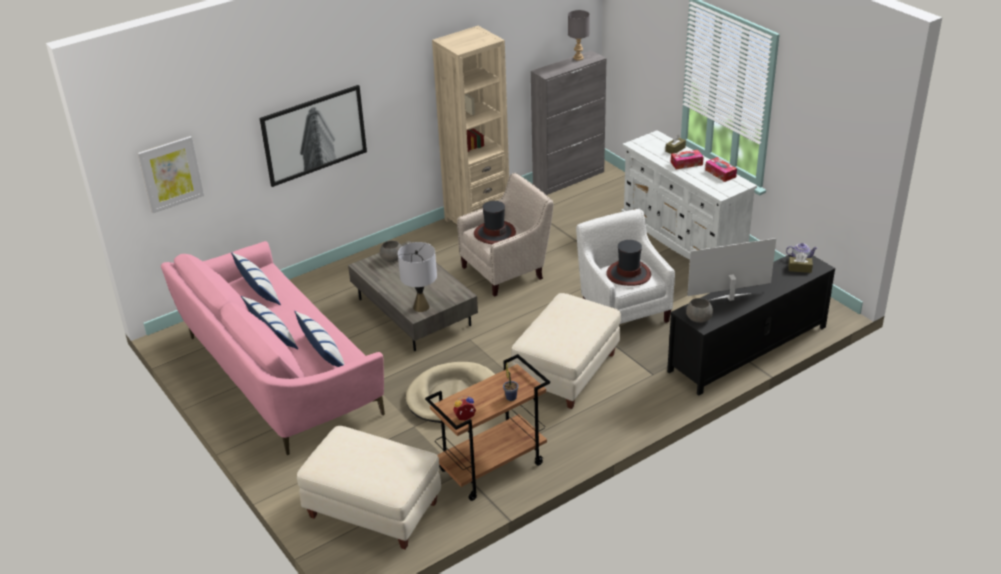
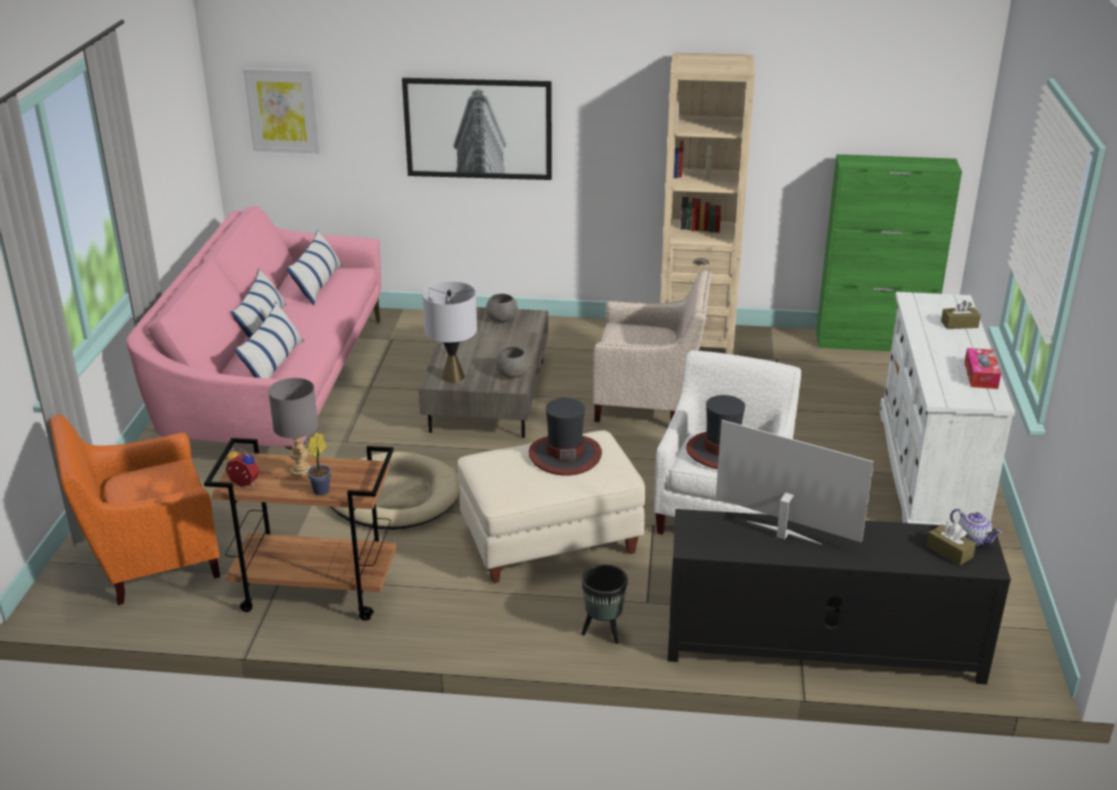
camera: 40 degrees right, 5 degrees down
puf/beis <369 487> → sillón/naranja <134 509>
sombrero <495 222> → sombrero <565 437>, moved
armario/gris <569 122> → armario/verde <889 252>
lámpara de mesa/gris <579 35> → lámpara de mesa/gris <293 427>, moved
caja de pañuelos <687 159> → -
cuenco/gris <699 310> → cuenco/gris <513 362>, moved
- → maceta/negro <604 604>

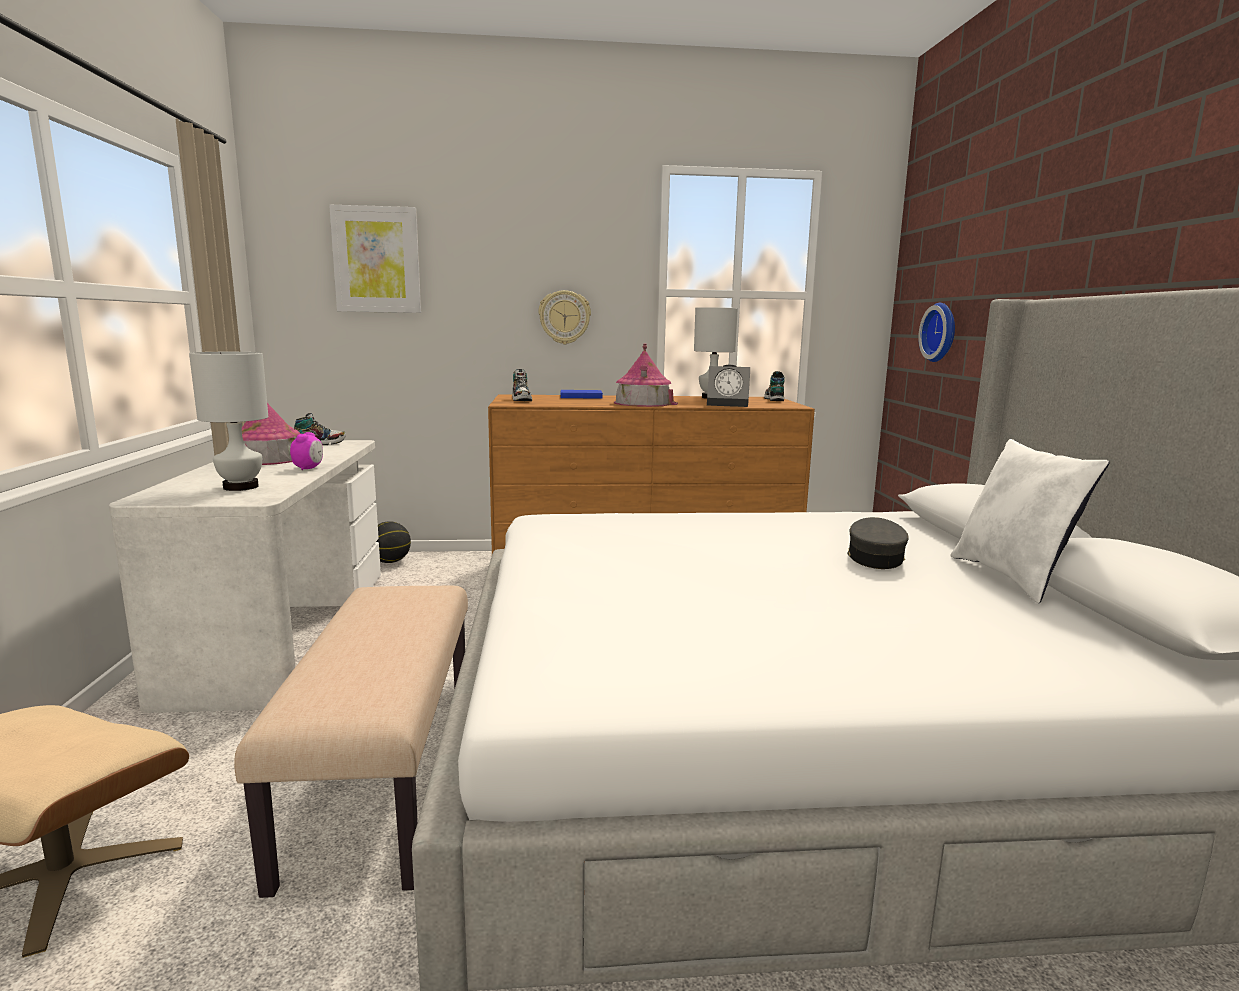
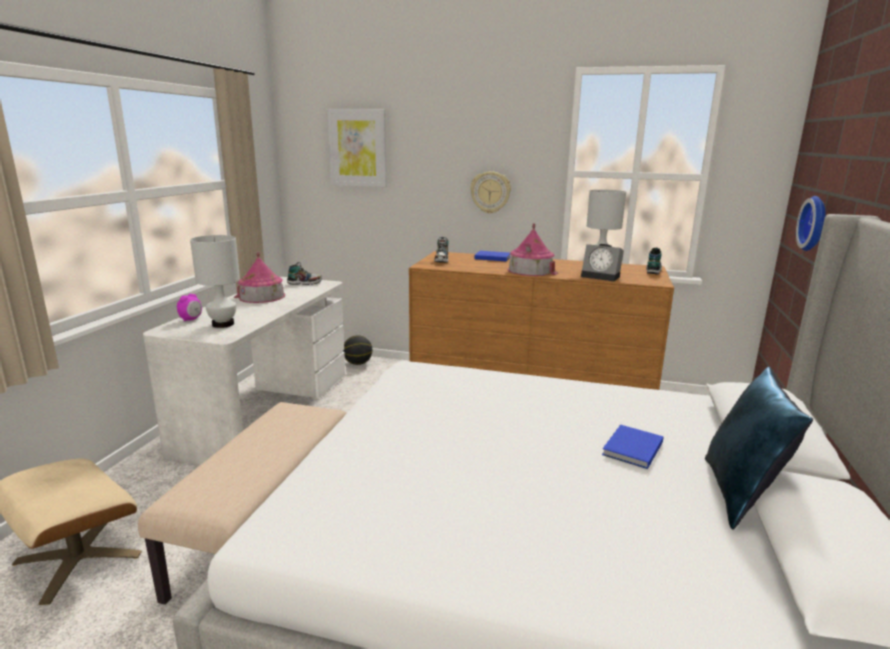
camera: 20 degrees right, 5 degrees up
despertador <306 451> → despertador <189 308>, moved
gorra/gris <878 543> → libro/azul <632 447>
cojín/blanco <1030 521> → cojín/azul <759 448>

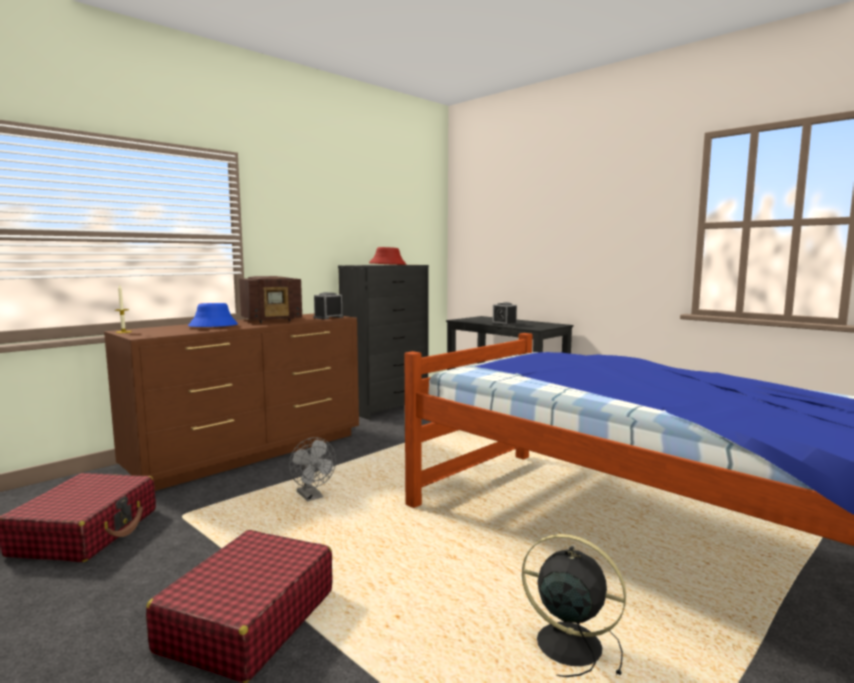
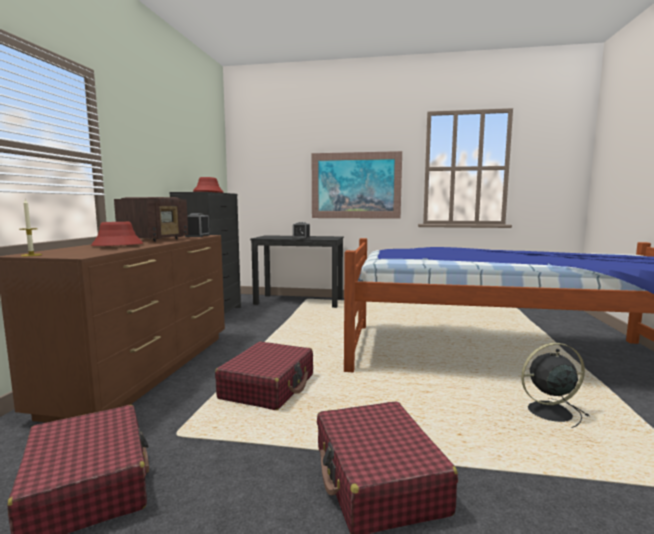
camera: 35 degrees left, 0 degrees up
sombrero/azul <213 315> → sombrero/rojo <117 234>
ventilador/gris <312 469> → maleta/rojo <264 375>
- → cuadro <357 185>

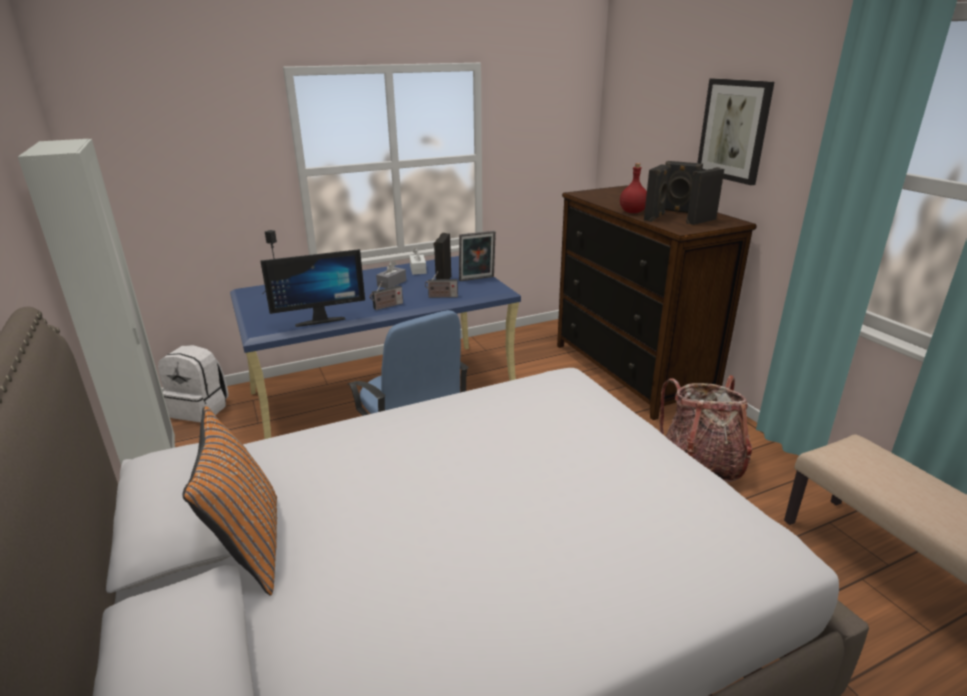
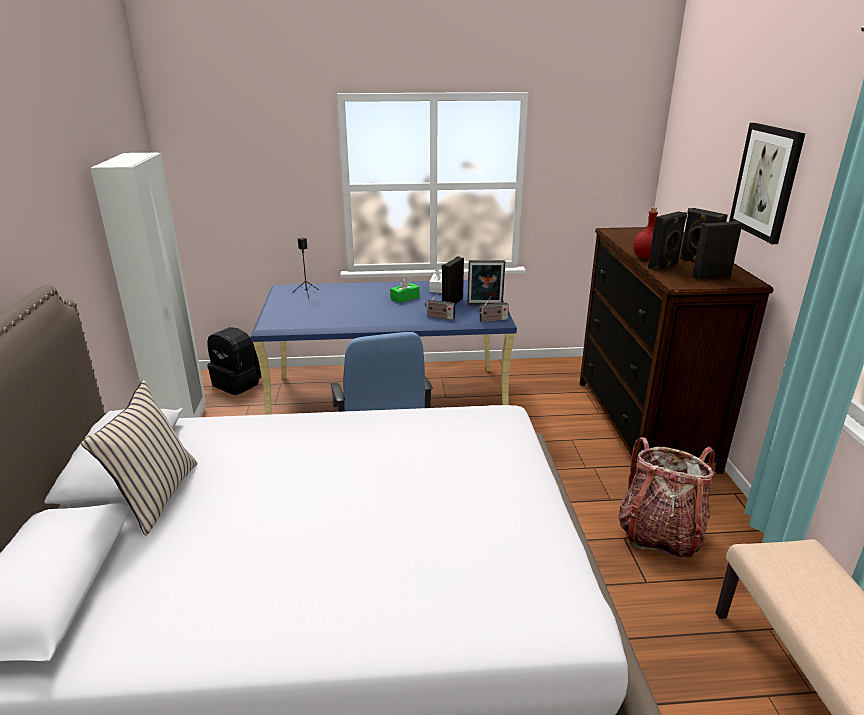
camera: 20 degrees right, 0 degrees up
mochila/blanco <193 383> → mochila/negro <234 361>
cojín/naranja <229 501> → cojín/beis <139 457>
monitor <312 288> → -
radio <386 295> → radio <493 309>, moved
caja de pañuelos/gris <391 274> → caja de pañuelos/verde <405 290>

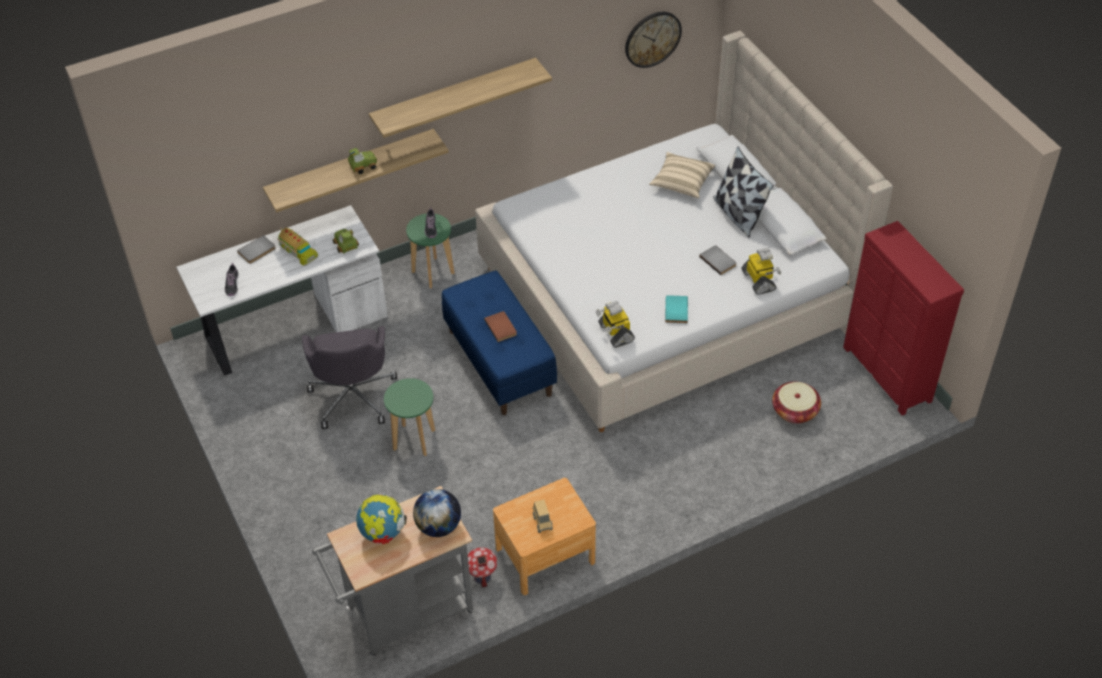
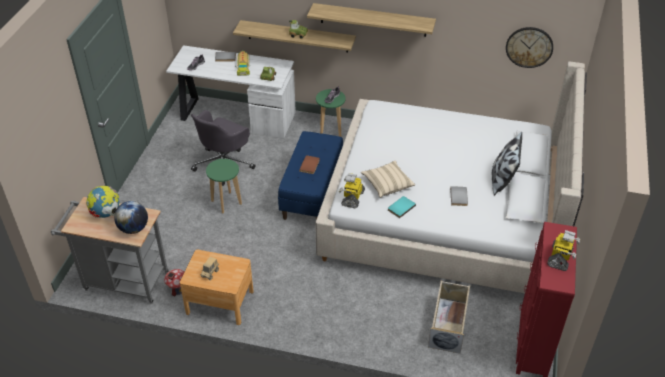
camera: 40 degrees right, 5 degrees down
cojín/beis <682 175> → cojín/beis <388 179>, moved
robot de juguete <761 271> → robot de juguete <563 250>, moved
cesta <796 403> → caja de almacenaje/beis <449 316>

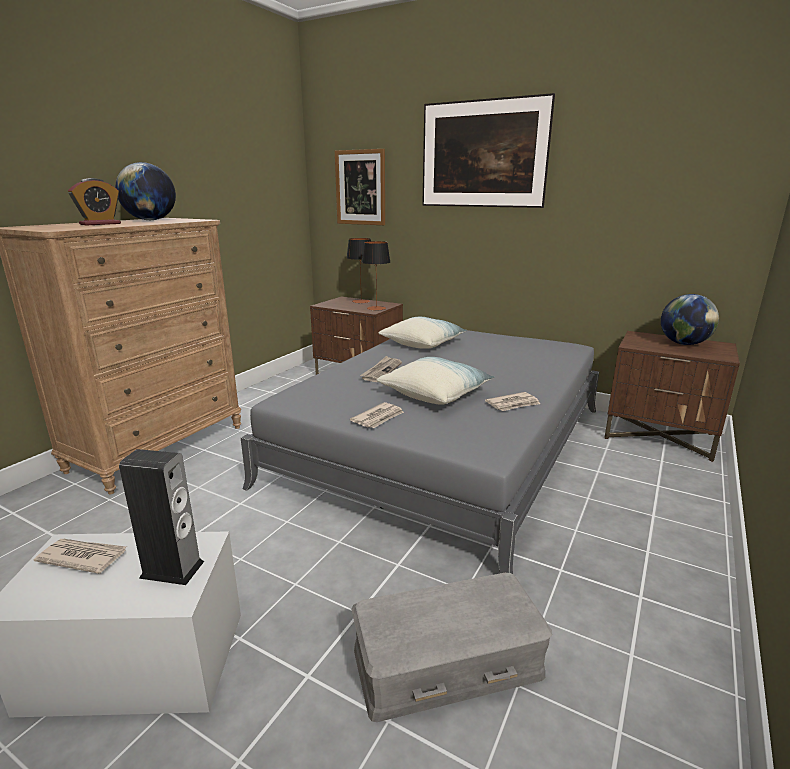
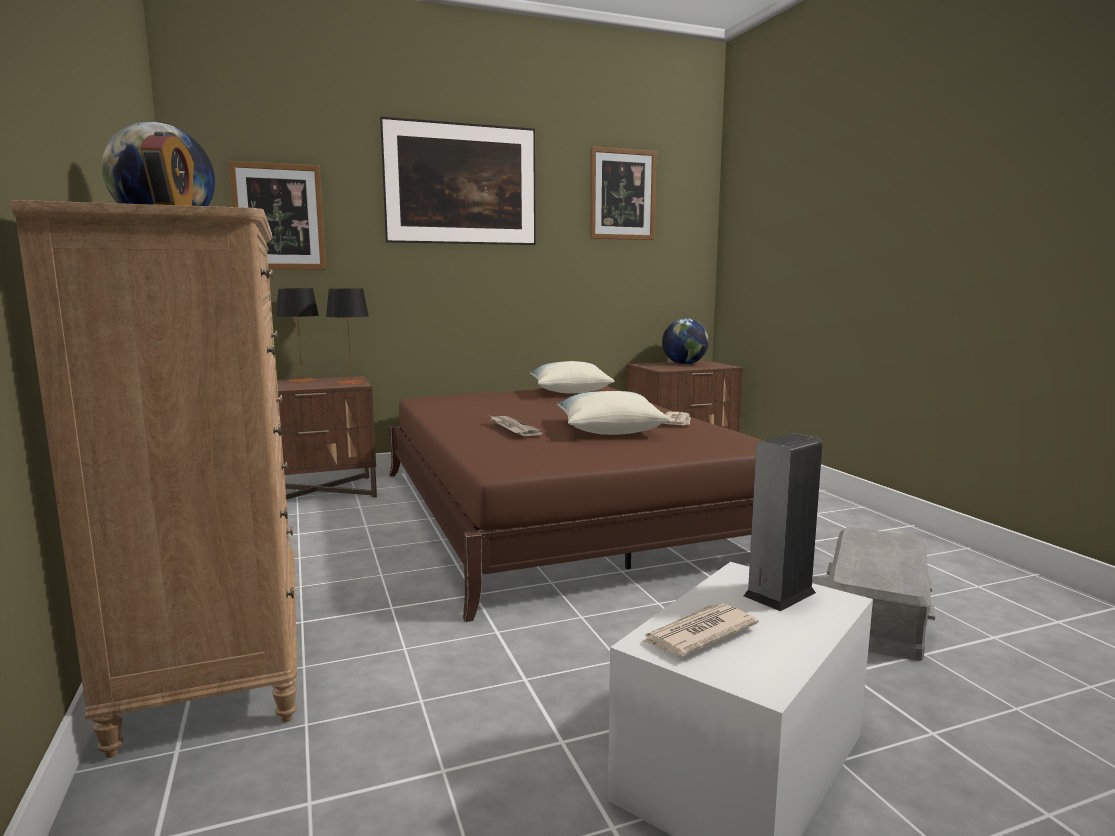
camera: 50 degrees left, 10 degrees down
cama/gris <420 452> → cama/marrón <576 504>
periódico <377 415> → -
cojín <423 333> → cojín <572 377>, moved
- → cuadro <623 193>

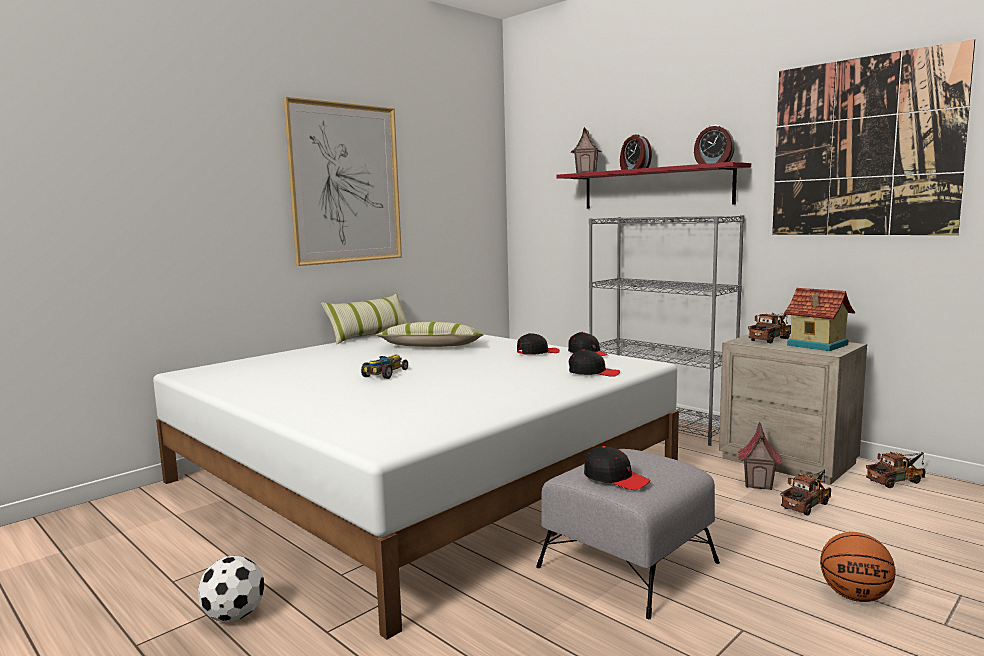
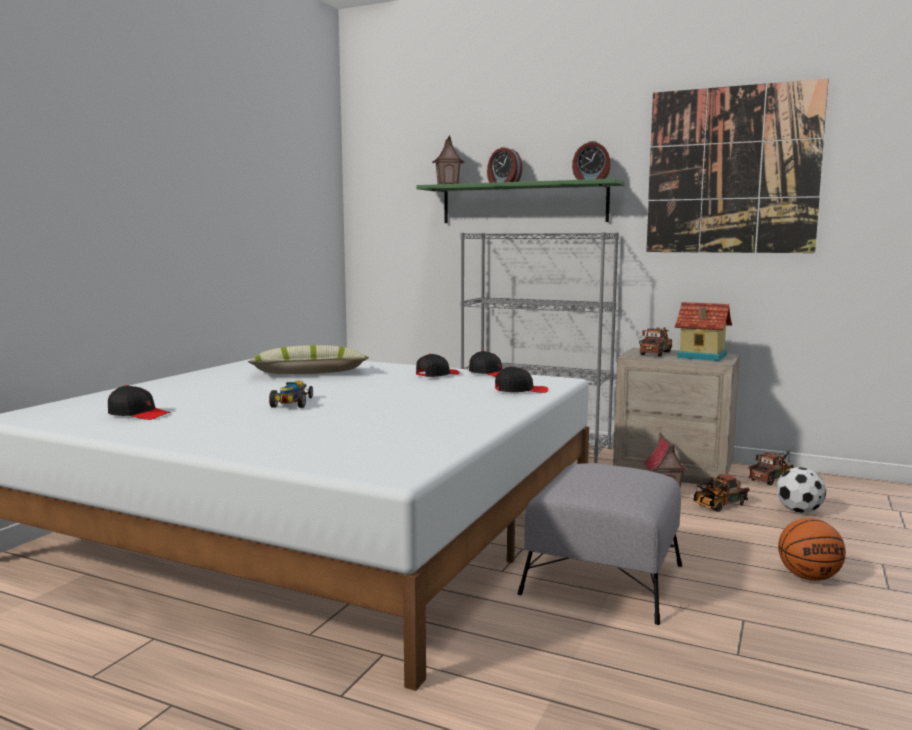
camera: 20 degrees left, 0 degrees up
balón de fútbol <230 589> → balón de fútbol <801 490>, moved
cuadro <343 181> → -
cojín <364 318> → -
estante/rojo <654 185> → estante/verde <521 201>
gorra/negro <617 468> → gorra/negro <139 402>, moved
camión de juguete <806 492> → camión de juguete <722 493>, 150 degrees counterclockwise

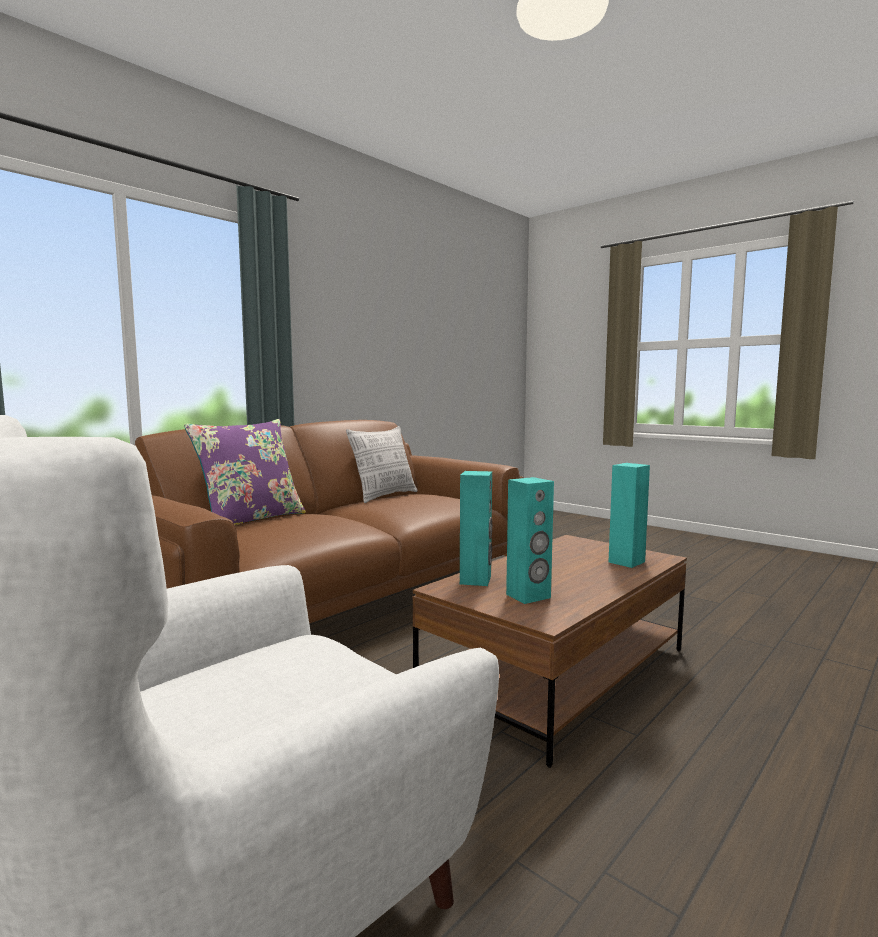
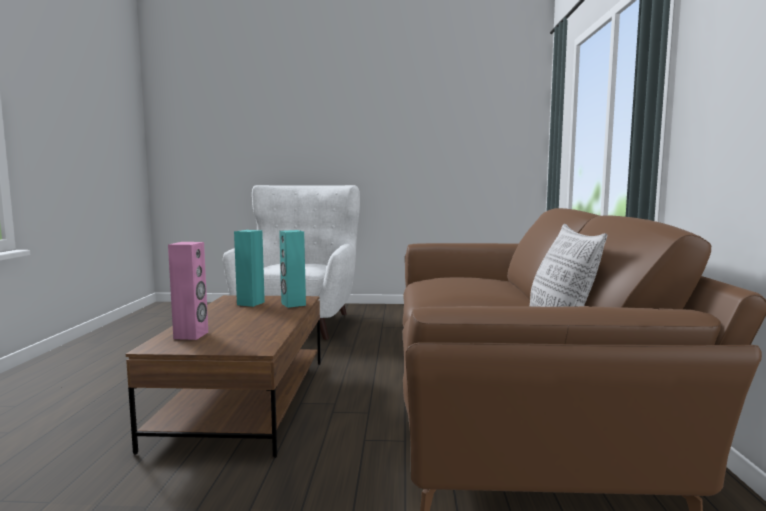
camera: 140 degrees right, 0 degrees up
cojín/morado <245 472> → -
altavoz/turquesa <629 515> → altavoz/rosa <188 291>

